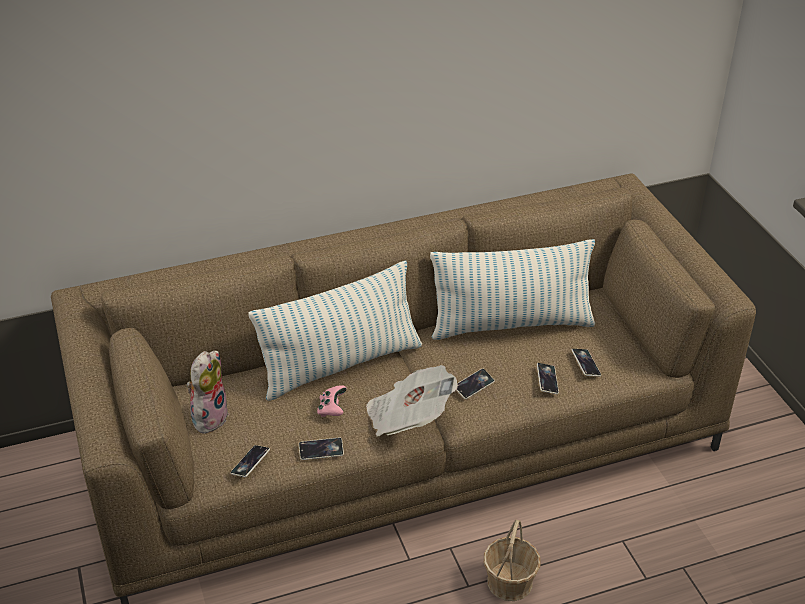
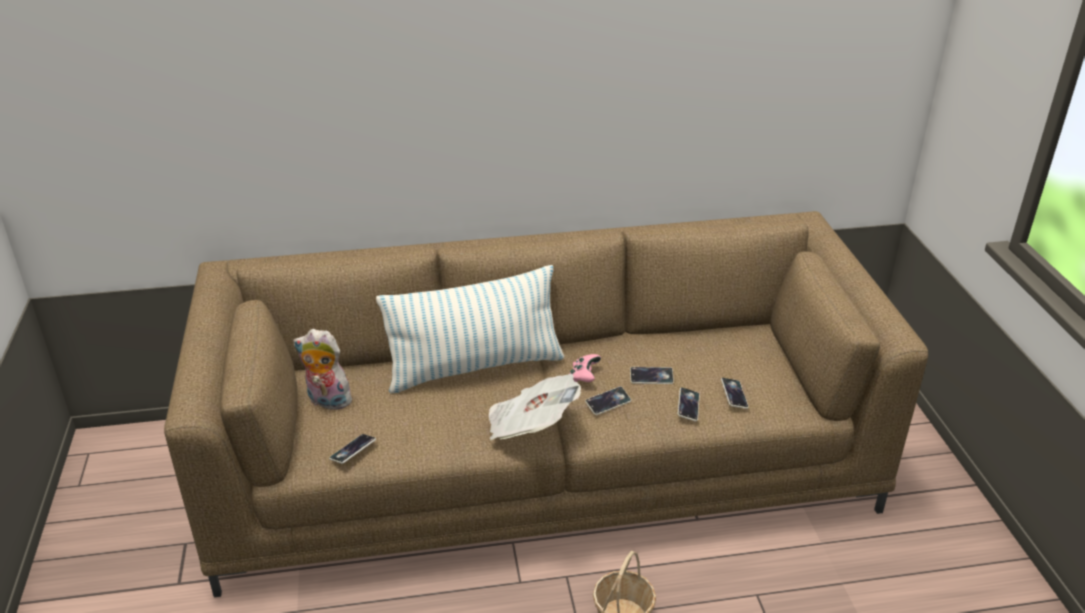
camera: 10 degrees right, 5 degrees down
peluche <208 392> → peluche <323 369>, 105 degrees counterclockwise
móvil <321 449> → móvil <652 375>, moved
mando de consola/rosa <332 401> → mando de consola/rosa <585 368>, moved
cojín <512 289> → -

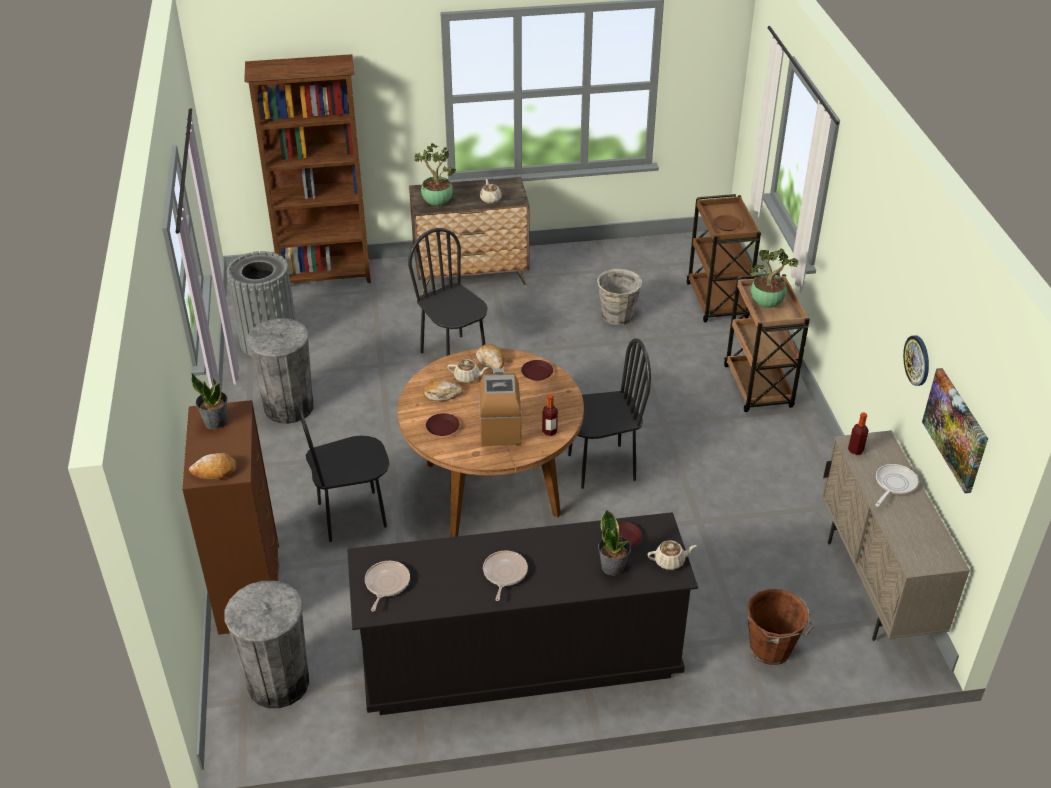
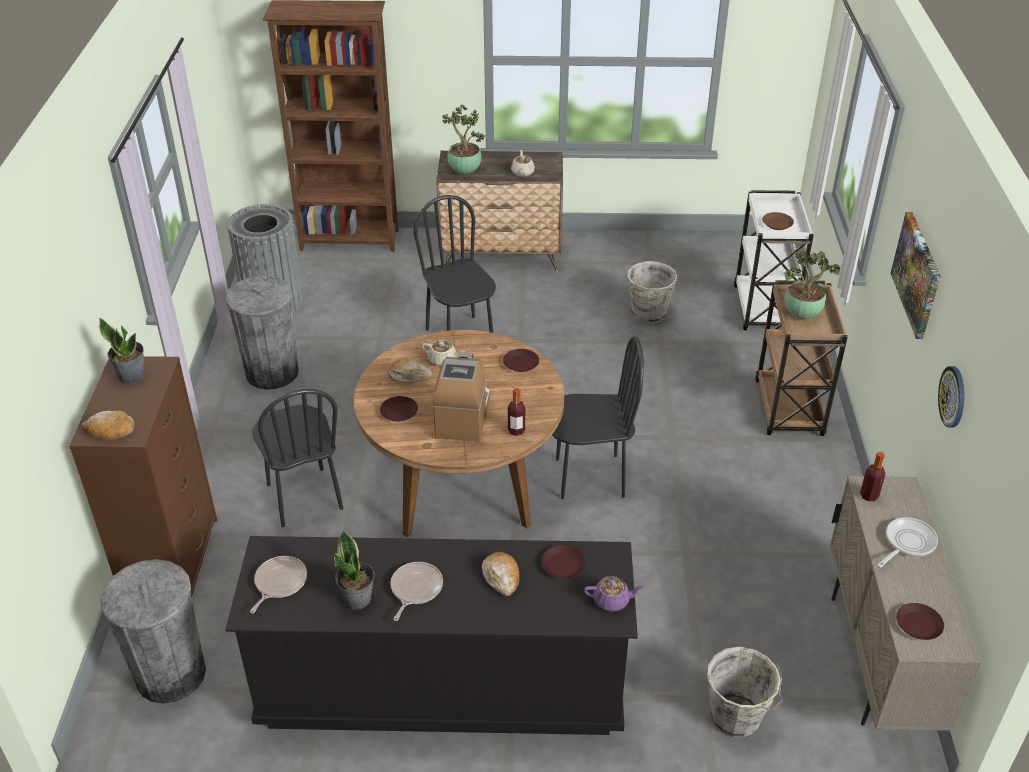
camera: 10 degrees right, 0 degrees up
silla/negro <342 470> → silla/negro <298 458>, 105 degrees counterclockwise
pan <490 357> → pan <501 574>, moved
planta en maceta <614 543> → planta en maceta <354 570>, moved
tetera/beis <672 555> → tetera/morado <614 594>
carrito/marrón <724 258> → carrito/blanco <774 260>
cubo/marrón <780 627> → cubo/gris <745 692>
cuadro <955 430> → cuadro <915 275>, moved
- → plato/marrón <920 621>

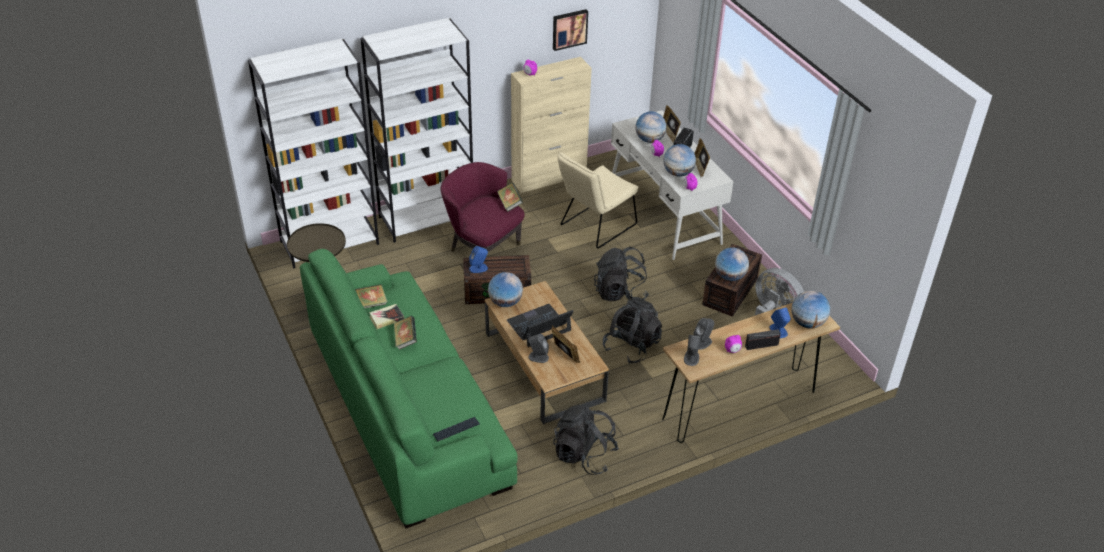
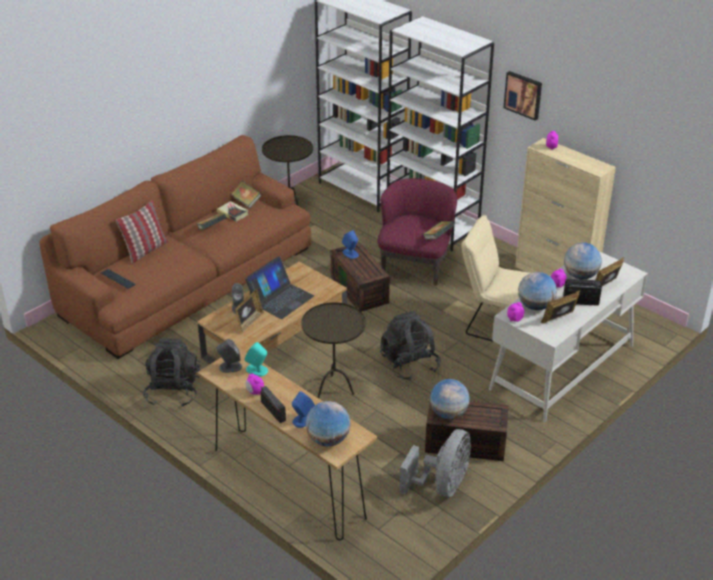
camera: 70 degrees right, 5 degrees down
sofá/verde <408 389> → sofá/marrón <175 247>
globo terráqueo <505 289> → -
portátil <540 325> → portátil <279 287>, 90 degrees clockwise
cuadro <570 30> → cuadro <523 96>, moved
mochila/negro <632 330> → mesa auxiliar/marrón <333 350>
altavoz/gris <703 334> → altavoz/turquesa <256 359>
- → cojín <142 232>

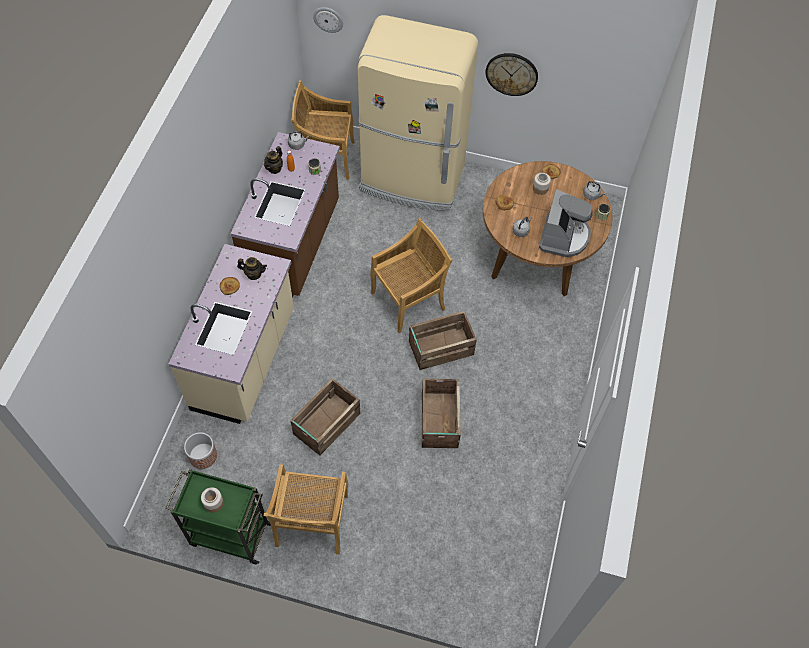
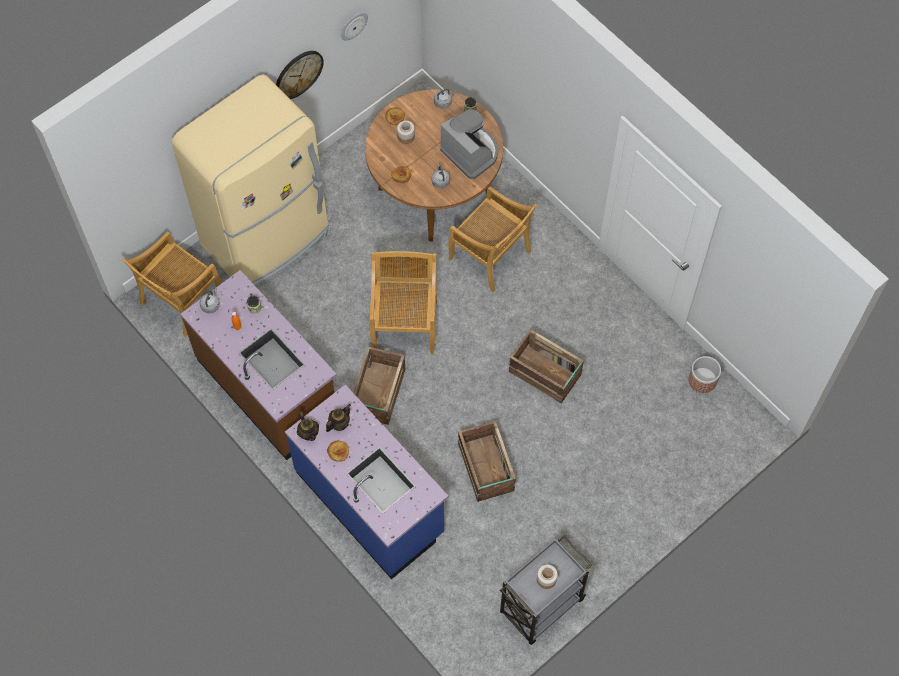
camera: 55 degrees left, 5 degrees up
carrito/verde <218 516> → carrito/gris <546 590>
mueble bajo de cocina/beis <231 334> → mueble bajo de cocina/azul <367 482>
maceta <200 450> → maceta <705 374>, moved
tetera <273 160> → tetera <308 426>, moved
silla/beis <306 509> → silla/beis <492 239>, moved
reloj de pared <328 20> → reloj de pared <354 26>, moved
caja de embalaje <443 340> → caja de embalaje <379 386>, moved

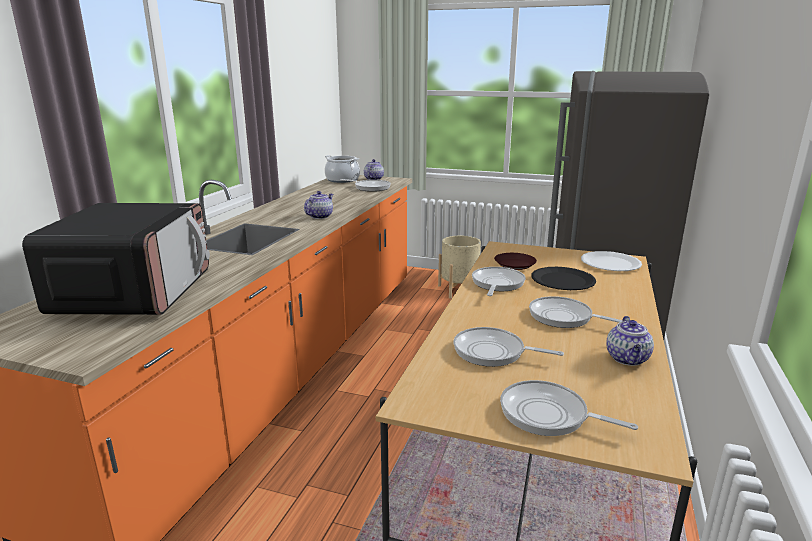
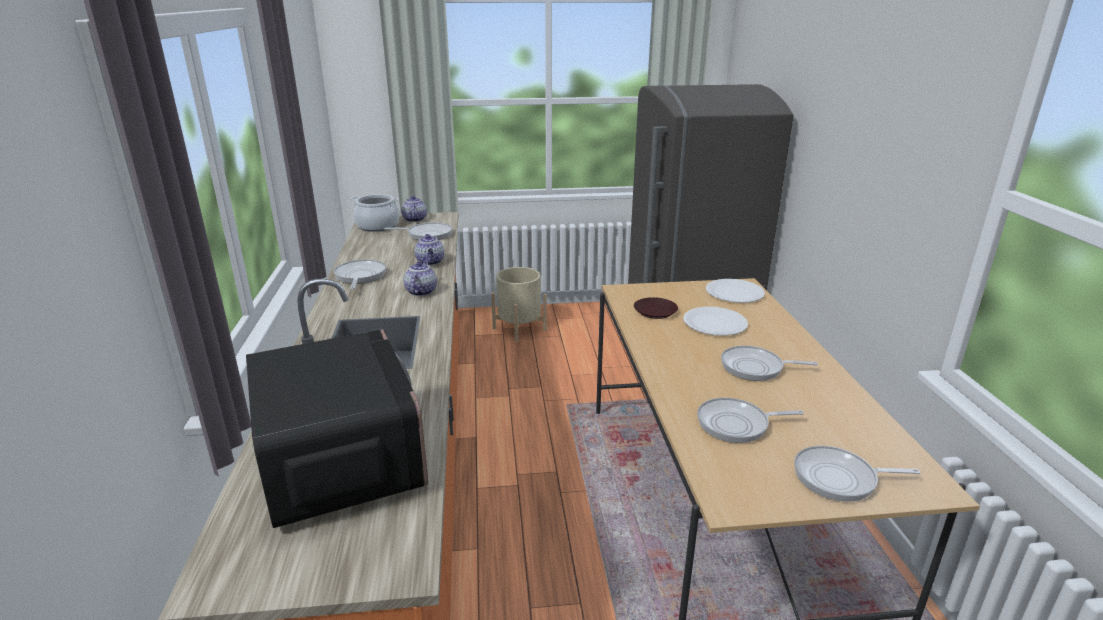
camera: 25 degrees left, 5 degrees up
sartén <499 281> → sartén <360 274>, moved
plato/negro <563 278> → plato/blanco <715 321>
tetera <630 341> → tetera <429 249>, moved

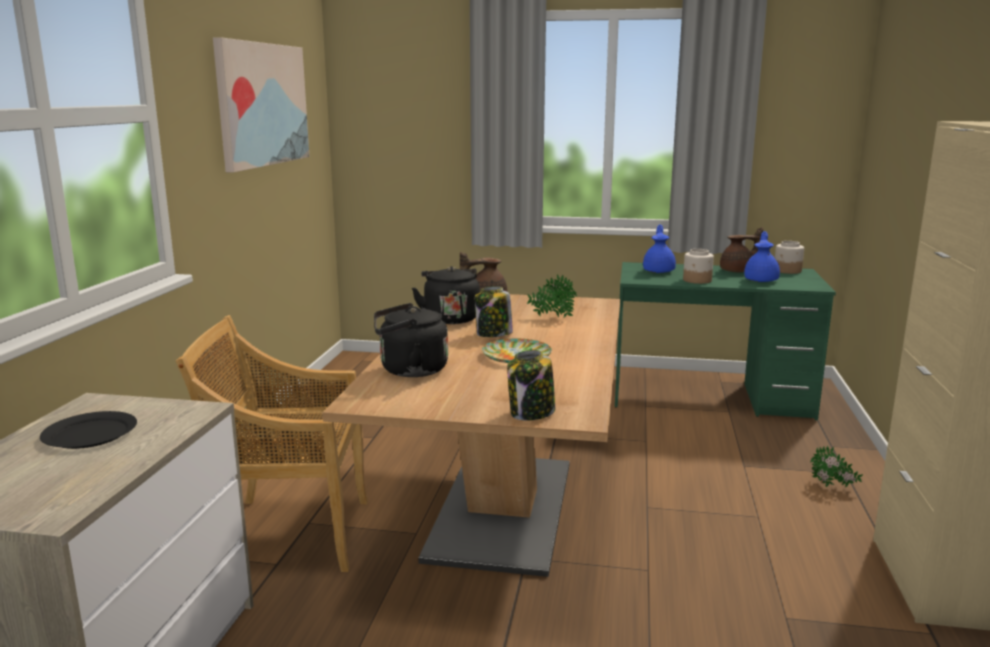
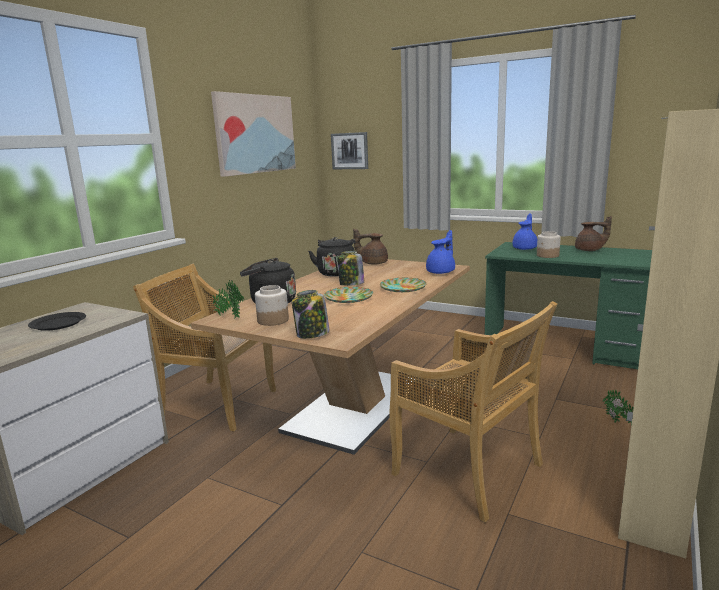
camera: 20 degrees right, 0 degrees up
planta en maceta <552 296> → planta en maceta <228 299>, moved
tetera/azul <762 256> → tetera/azul <440 252>, moved
tarro <789 257> → tarro <272 305>, moved
- → cuadro <349 150>
- → plato <403 285>
- → silla/beis <473 412>

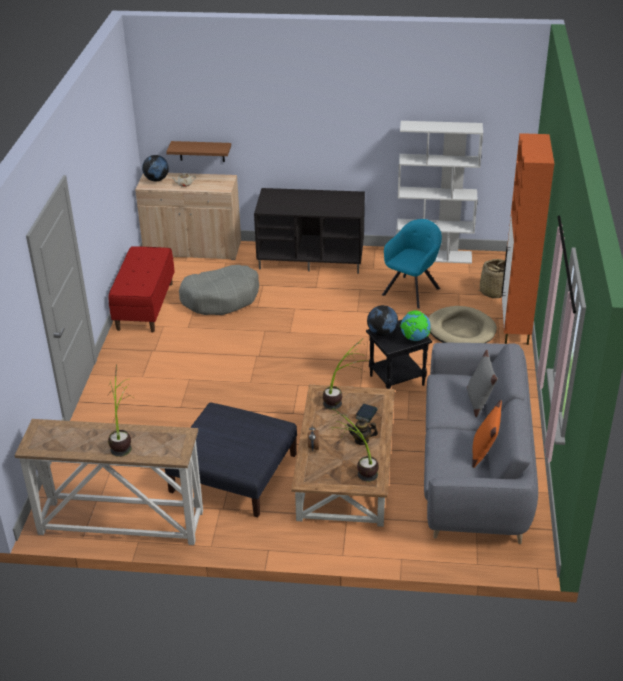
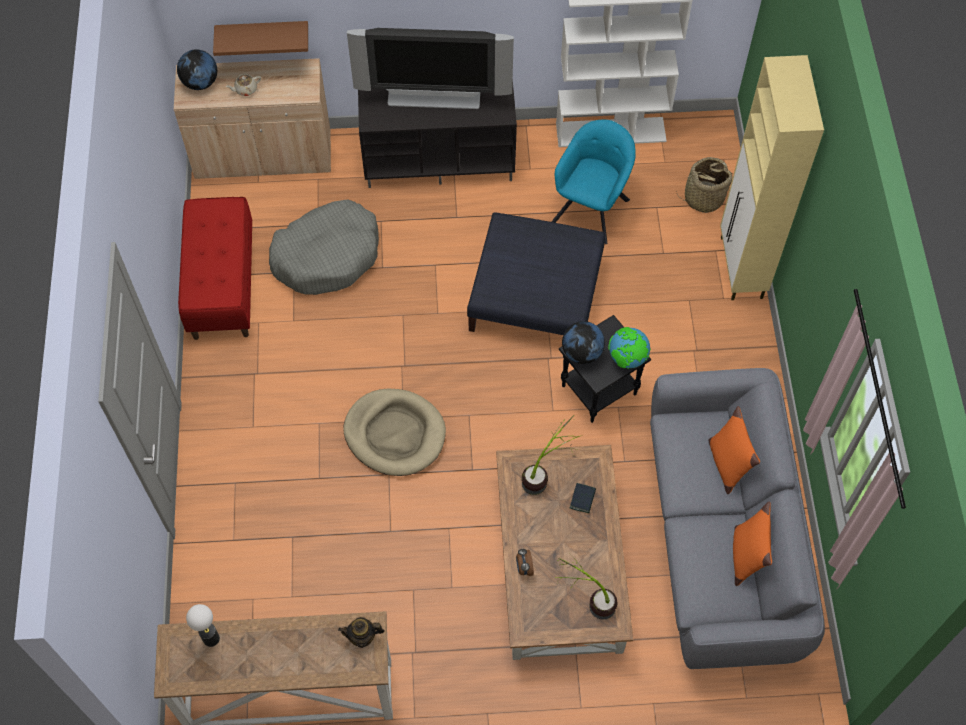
camera: 10 degrees left, 25 degrees up
planta en maceta <119 410> → -
puf/azul <231 459> → puf/azul <536 273>, moved
tetera <362 432> → tetera <361 632>, moved
cama para perro/beis <462 324> → cama para perro/beis <394 432>, moved
cojín/gris <482 383> → cojín/naranja <734 450>
armario/naranja <528 239> → armario/beis <772 177>
- → lámpara de mesa <203 625>
- → televisor <430 68>

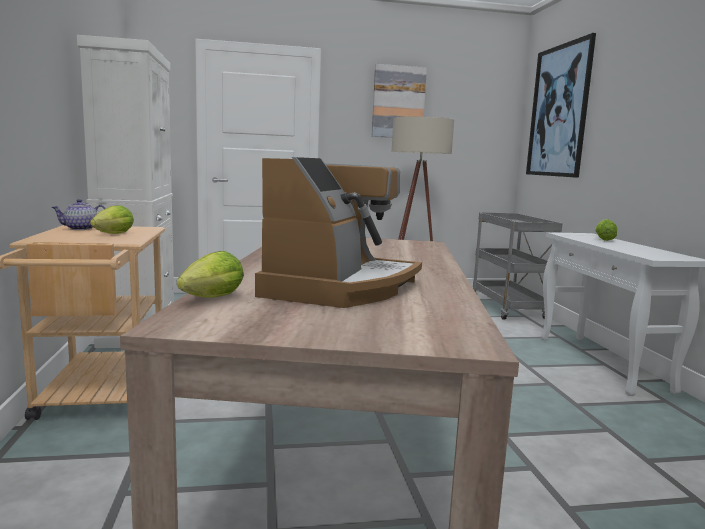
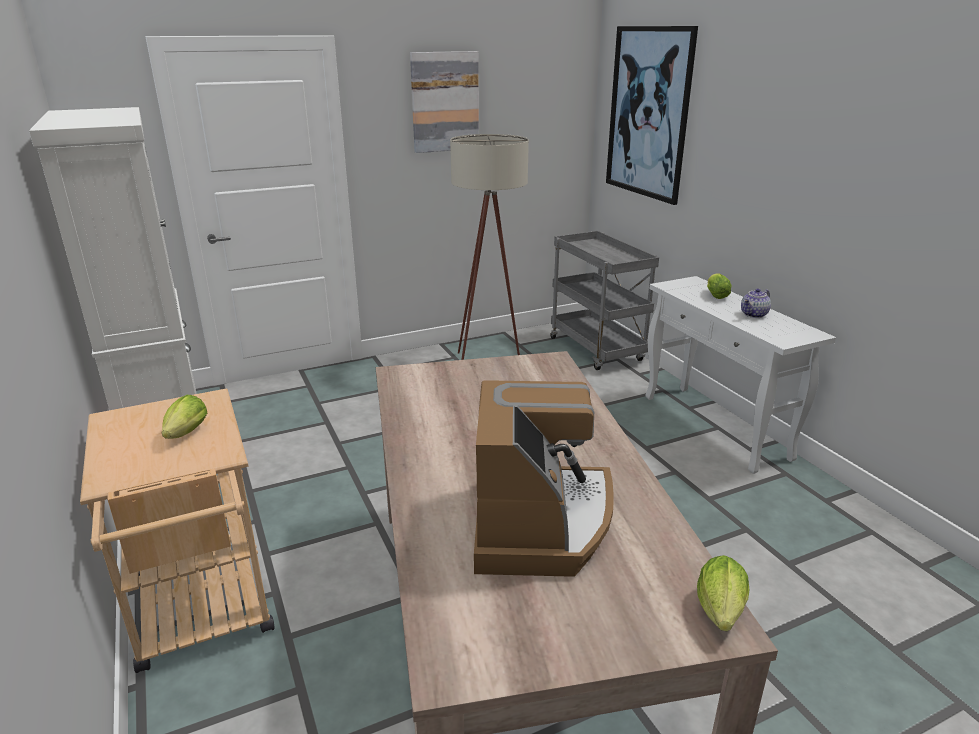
camera: 15 degrees left, 15 degrees up
tetera <78 214> → tetera <756 303>, moved
lechuga <210 274> → lechuga <723 593>, moved

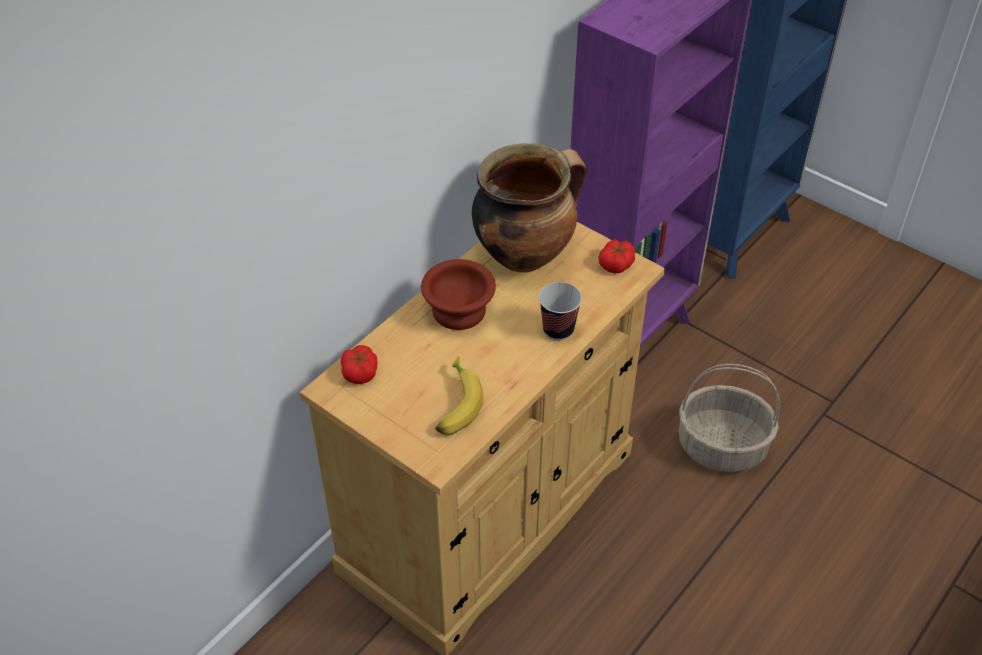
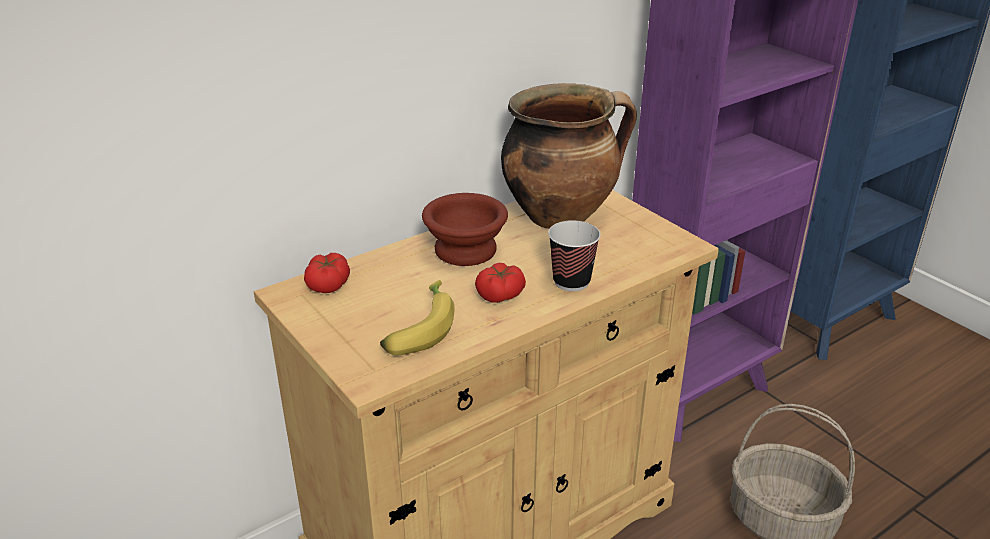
camera: 15 degrees right, 15 degrees down
tomate <616 256> → tomate <500 283>, moved

